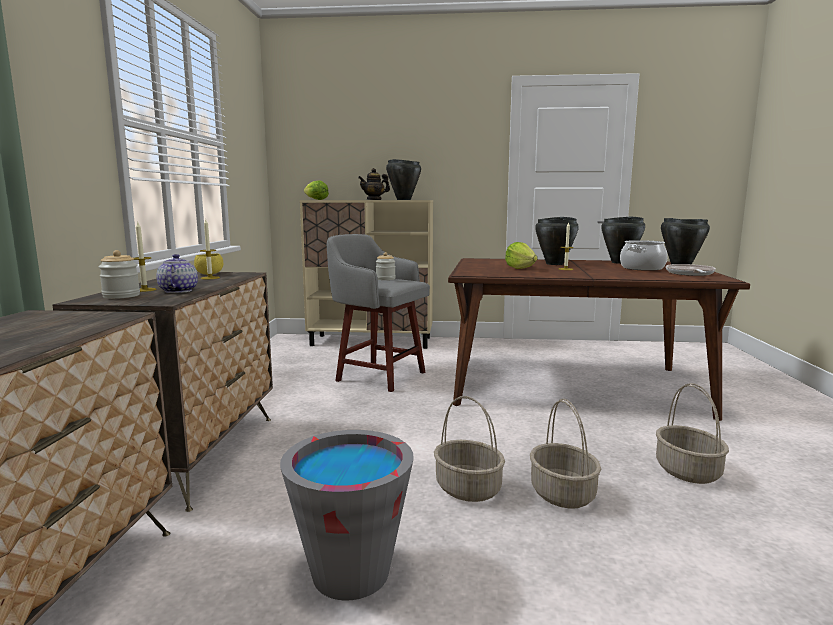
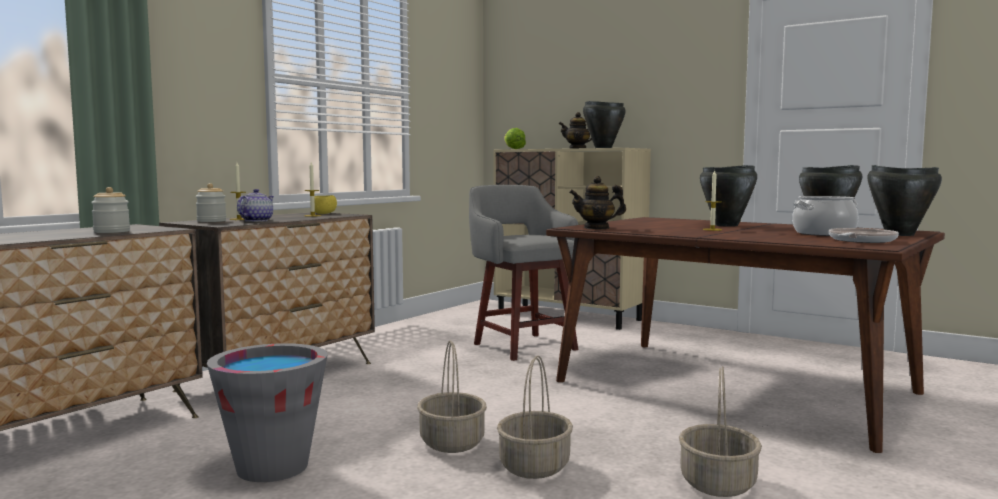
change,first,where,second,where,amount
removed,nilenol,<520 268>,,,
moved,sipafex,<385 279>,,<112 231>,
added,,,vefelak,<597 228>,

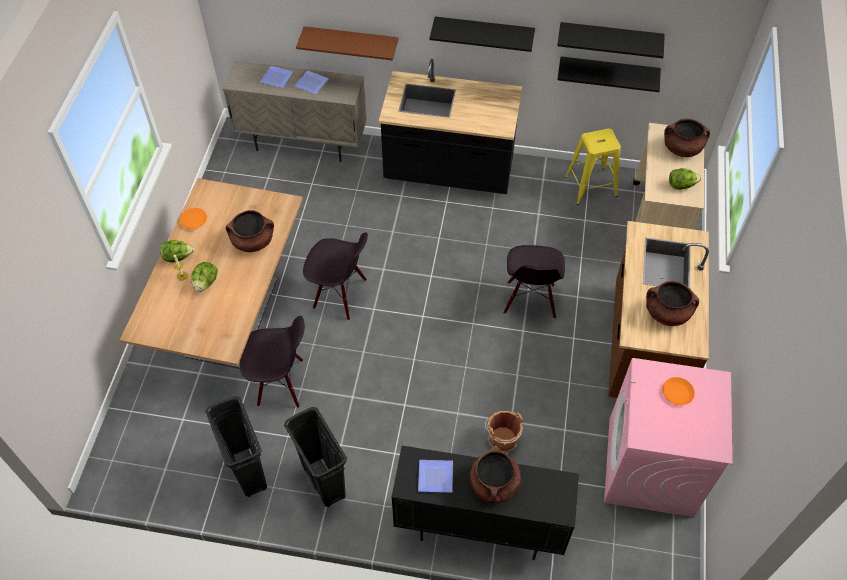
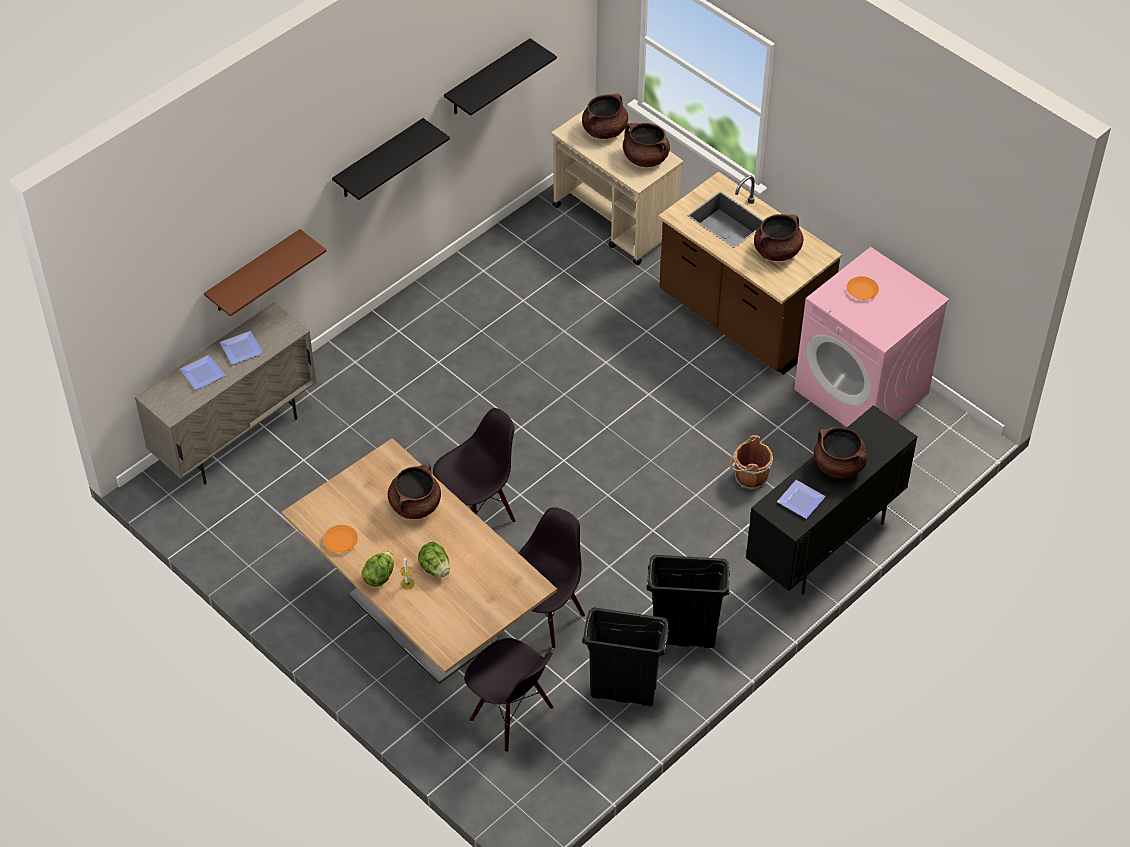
change,first,where,second,where,amount
removed,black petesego,<608 72>,,,
removed,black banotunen,<449 171>,,,
removed,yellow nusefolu,<590 186>,,,
replaced,nilenol,<681 185>,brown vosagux,<645 158>,
moved,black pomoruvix,<530 300>,,<511 715>,

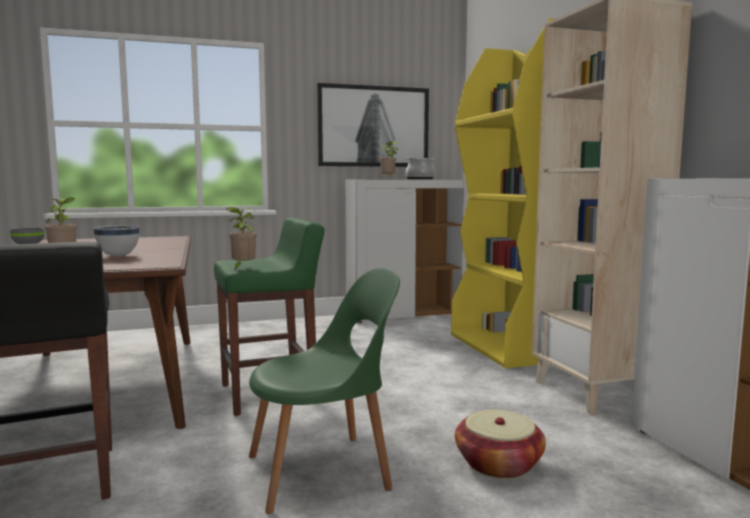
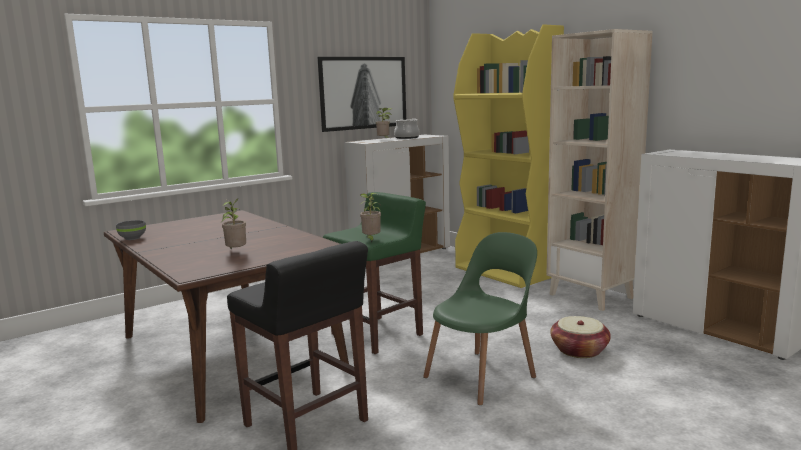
change,first,where,second,where,amount
removed,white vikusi,<118 256>,,,

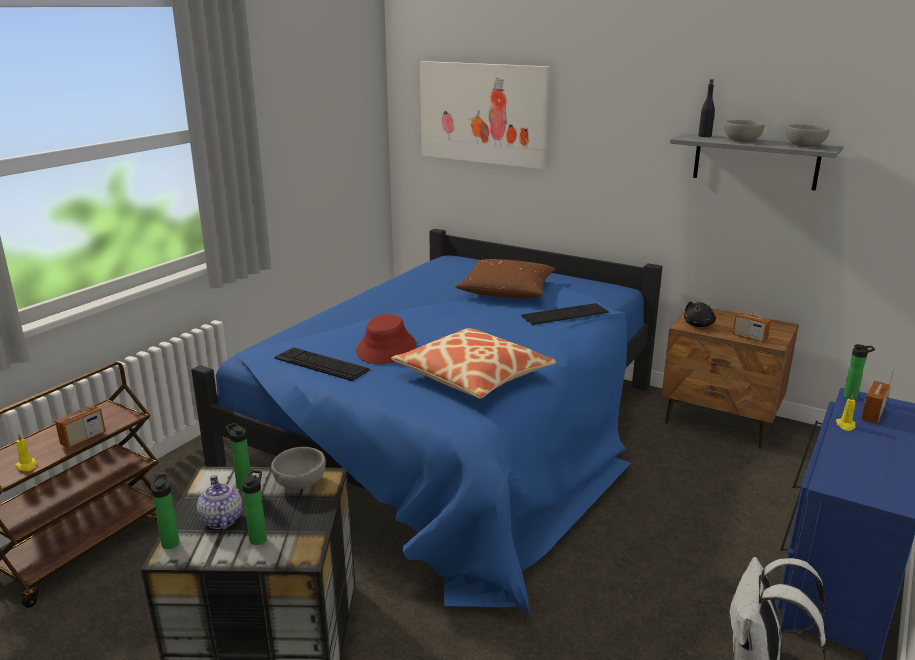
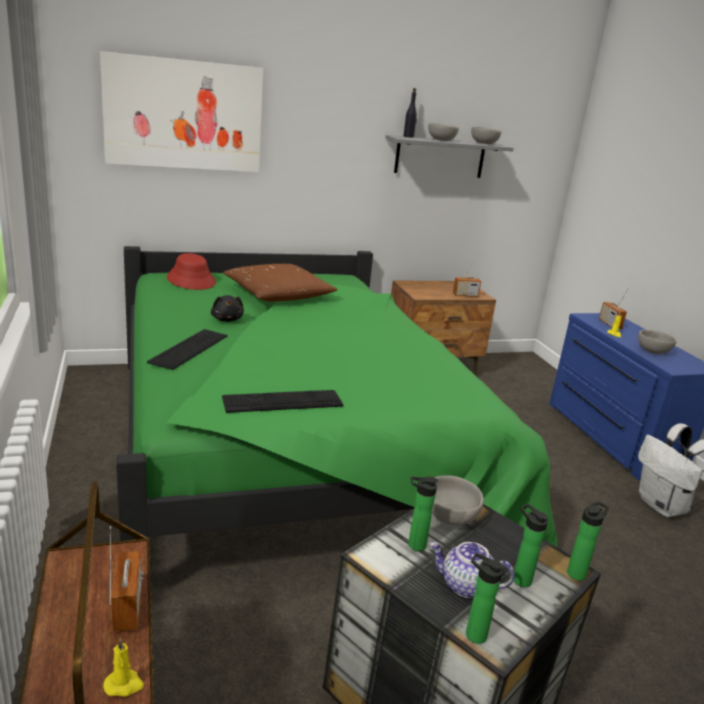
change,first,where,second,where,amount
recoloured,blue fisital,<458 437>,green fisital,<295 446>,
moved,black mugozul,<699 325>,,<227 319>,
moved,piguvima,<565 314>,,<189 349>,
moved,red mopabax,<386 348>,,<191 280>,
removed,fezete,<473 376>,,,
moved,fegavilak,<852 397>,,<578 573>,
added,,,grey vikusi,<652 351>,

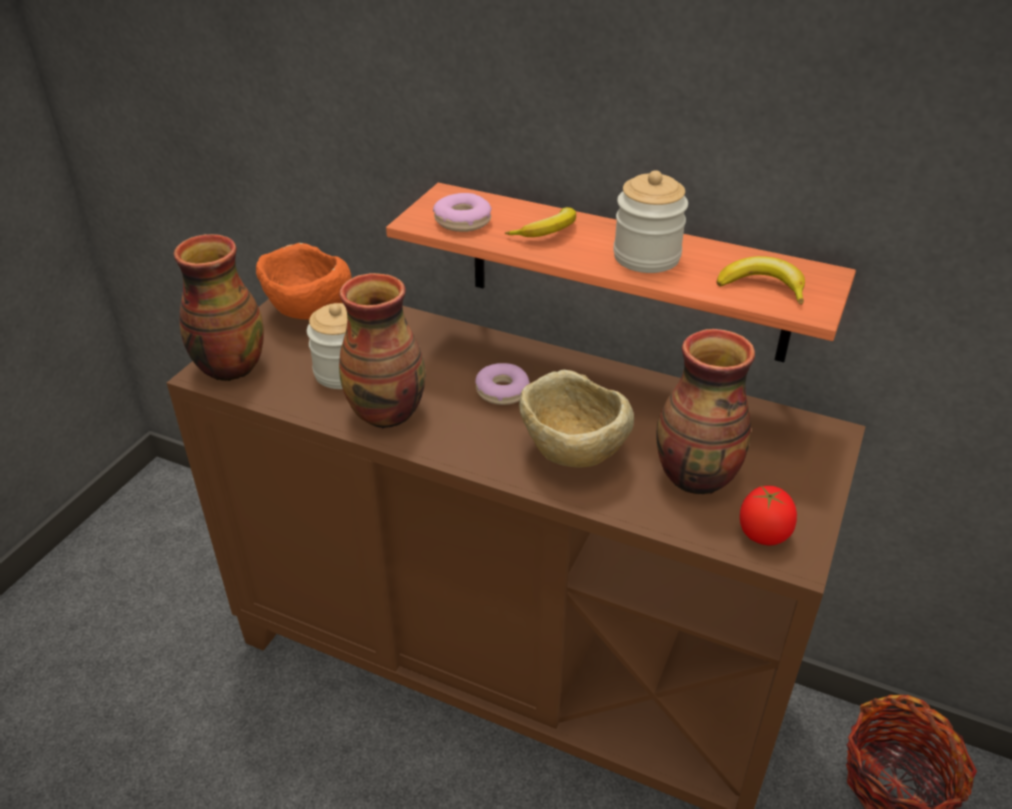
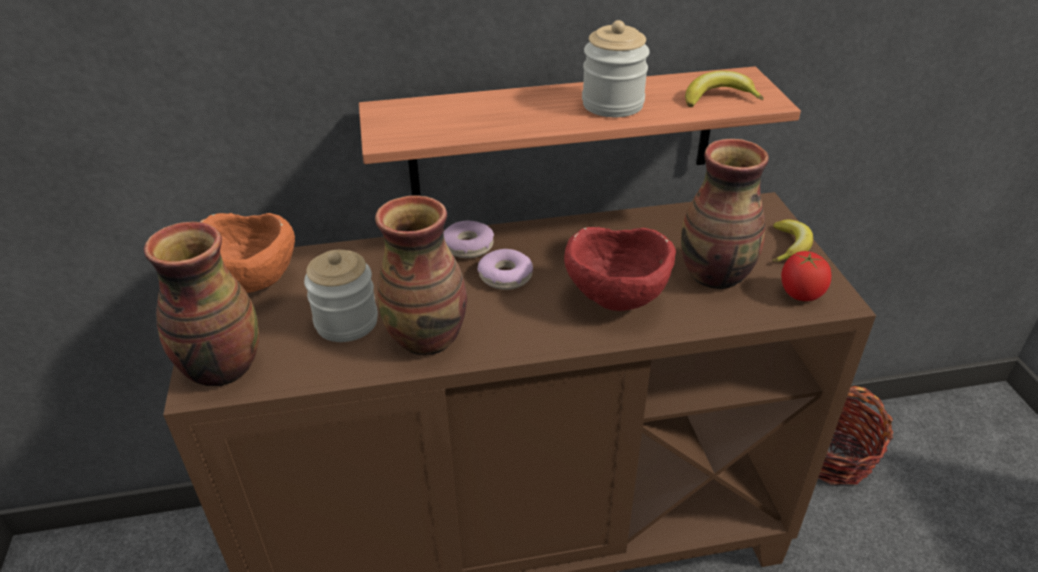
change,first,where,second,where,amount
moved,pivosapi,<462 221>,,<468 246>,
moved,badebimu,<548 232>,,<789 246>,
recoloured,beige vikusi,<572 456>,red vikusi,<615 301>,

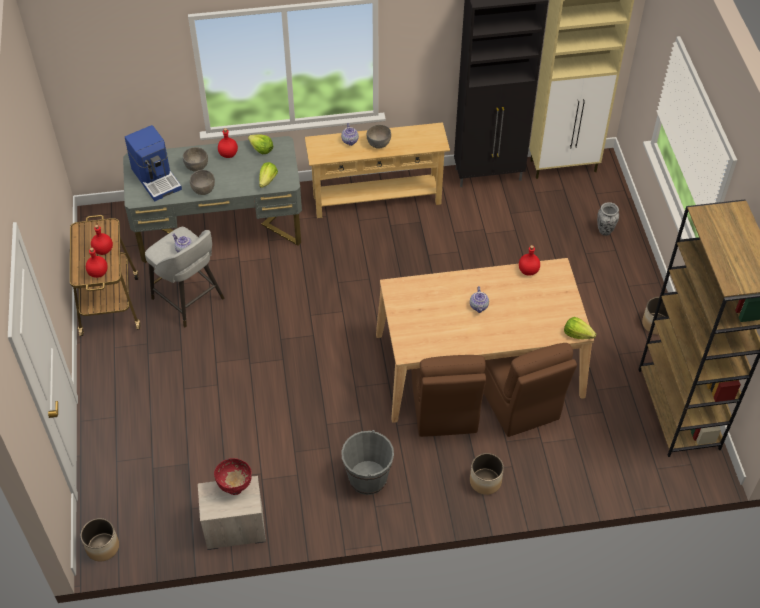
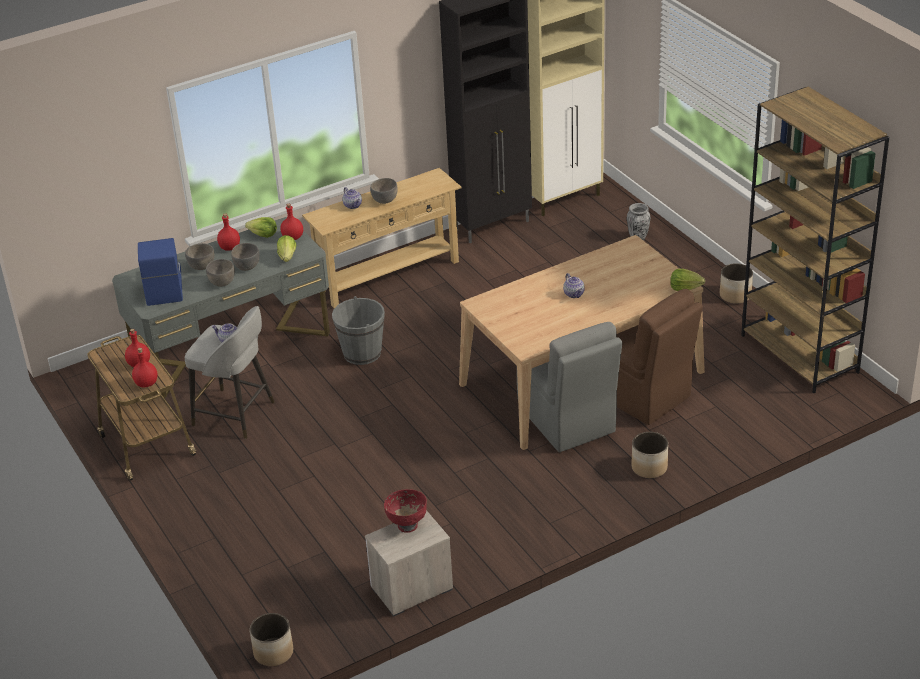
change,first,where,second,where,amount
turned,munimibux,<157 178>,,<163 287>,135 degrees counterclockwise
moved,red fegavilak,<528 270>,,<292 237>,
recoloured,brown pomoruvix,<444 406>,grey pomoruvix,<567 420>,
moved,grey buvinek,<368 478>,,<362 353>,
added,,,grey vikusi,<247 266>,

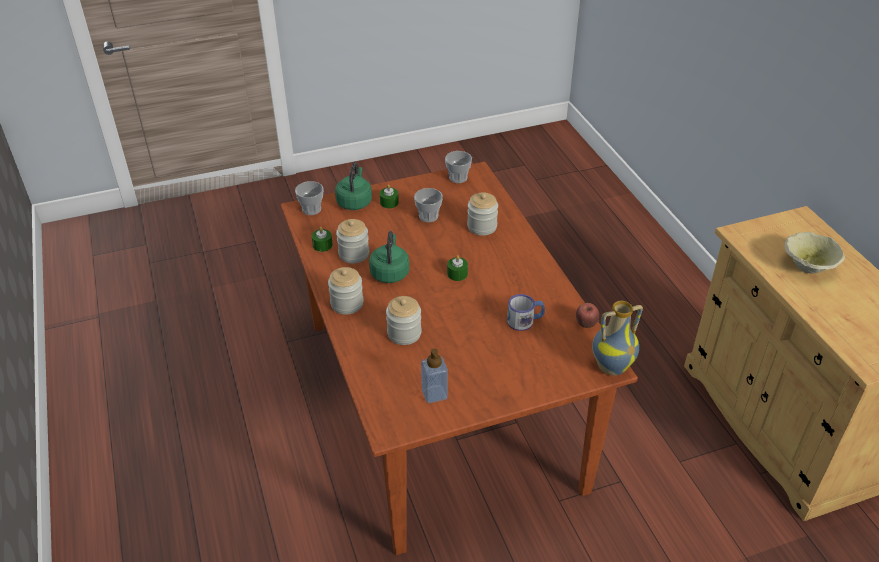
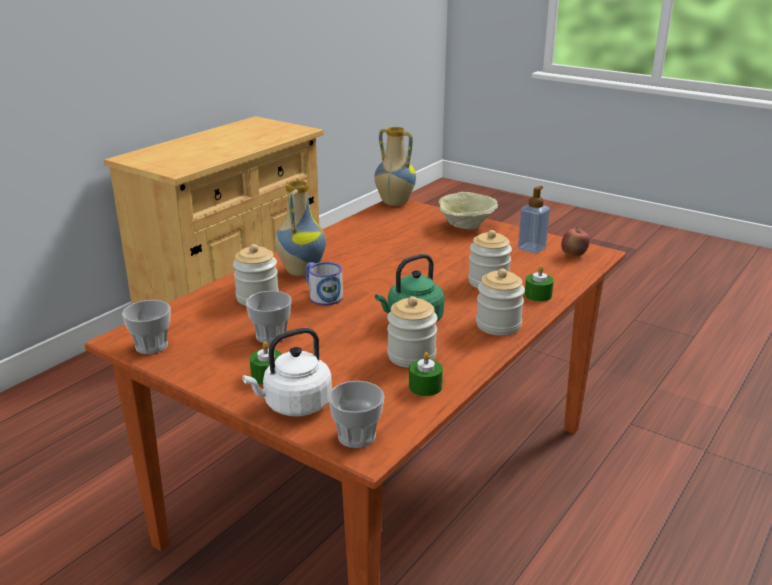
change,first,where,second,where,amount
recoloured,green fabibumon,<354 201>,white fabibumon,<294 405>,
moved,beige vikusi,<807 266>,,<466 226>,
moved,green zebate,<457 274>,,<538 295>,
moved,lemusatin,<525 321>,,<322 295>,
moved,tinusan,<586 324>,,<573 255>,
added,,,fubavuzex,<300 271>,

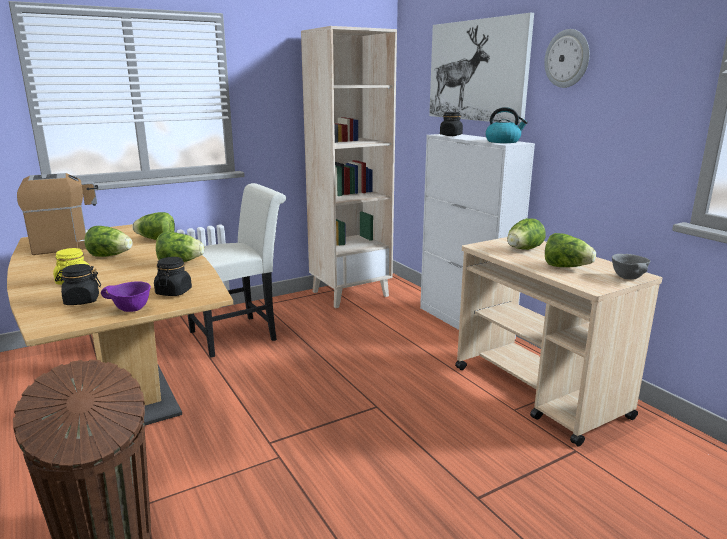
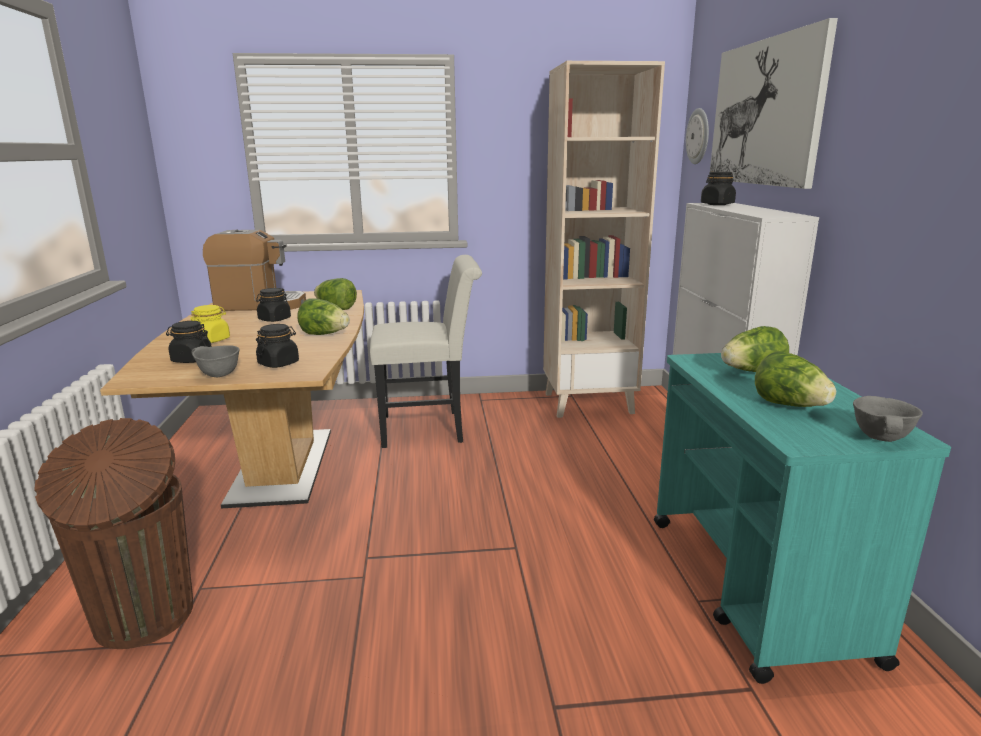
change,first,where,second,where,amount
moved,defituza,<567 58>,,<698 136>,
removed,fabibumon,<503 141>,,,
replaced,nilenol,<110 256>,black sipafex,<274 319>,
recoloured,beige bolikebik,<539 392>,turquoise bolikebik,<755 587>,
recoloured,purple vikusi,<130 309>,grey vikusi,<218 375>,

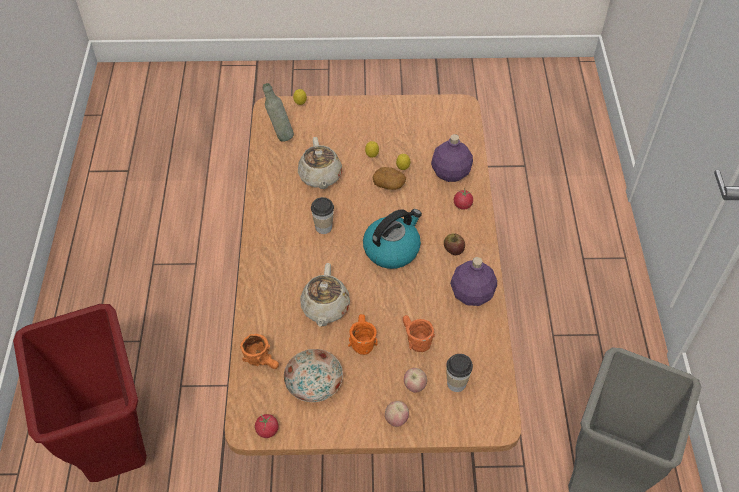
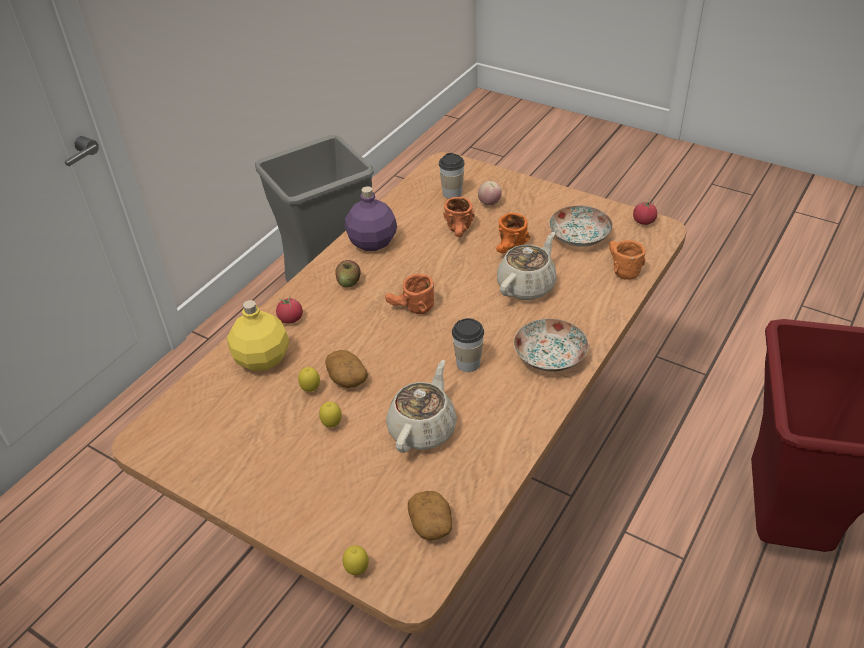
change,first,where,second,where,amount
replaced,grey fegavilak,<280 135>,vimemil,<431 524>,
recoloured,purple fegavilak,<450 173>,yellow fegavilak,<263 359>,
replaced,fabibumon,<392 249>,orange lemusatin,<410 309>,
removed,tinusan,<396 419>,,,
added,,,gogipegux,<549 357>,

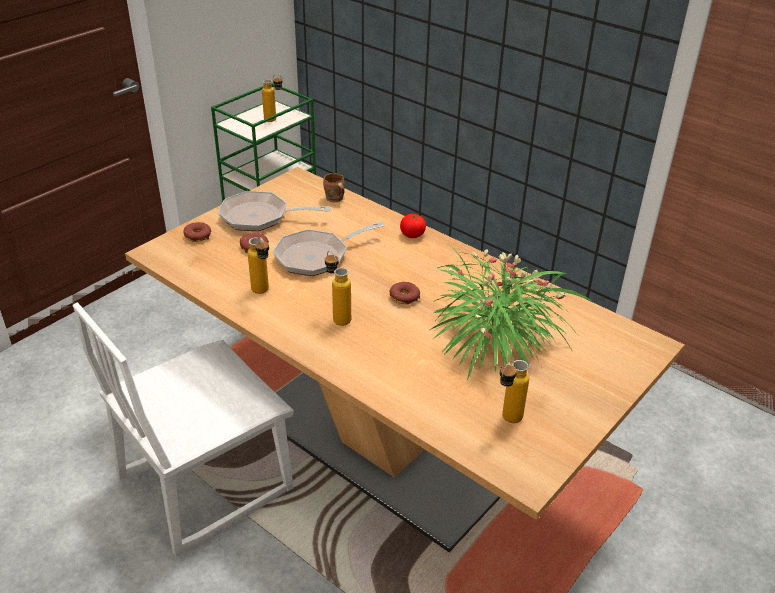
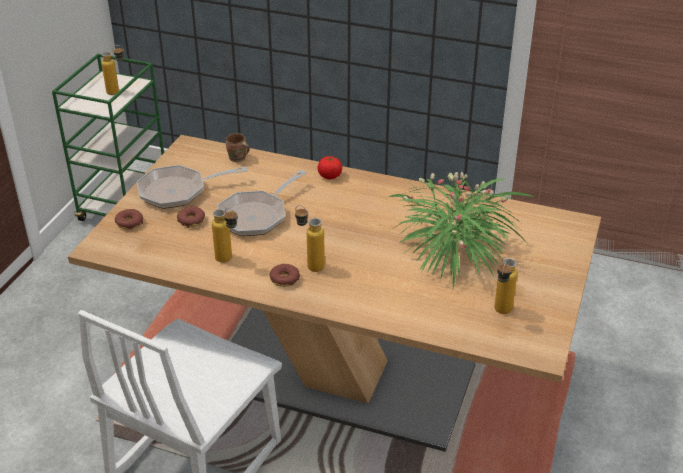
change,first,where,second,where,amount
moved,pivosapi,<404 297>,,<284 279>,

